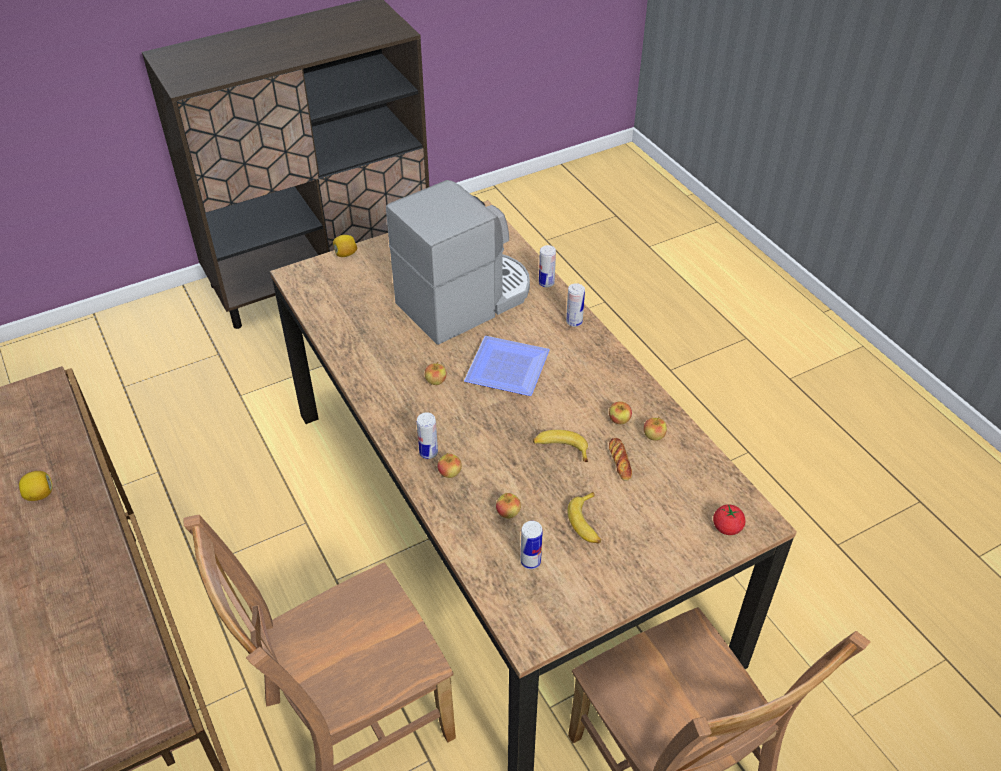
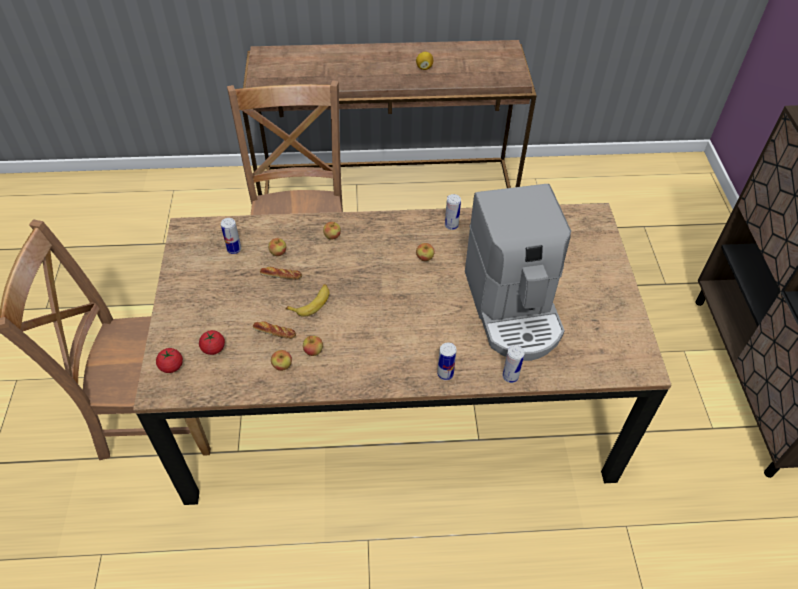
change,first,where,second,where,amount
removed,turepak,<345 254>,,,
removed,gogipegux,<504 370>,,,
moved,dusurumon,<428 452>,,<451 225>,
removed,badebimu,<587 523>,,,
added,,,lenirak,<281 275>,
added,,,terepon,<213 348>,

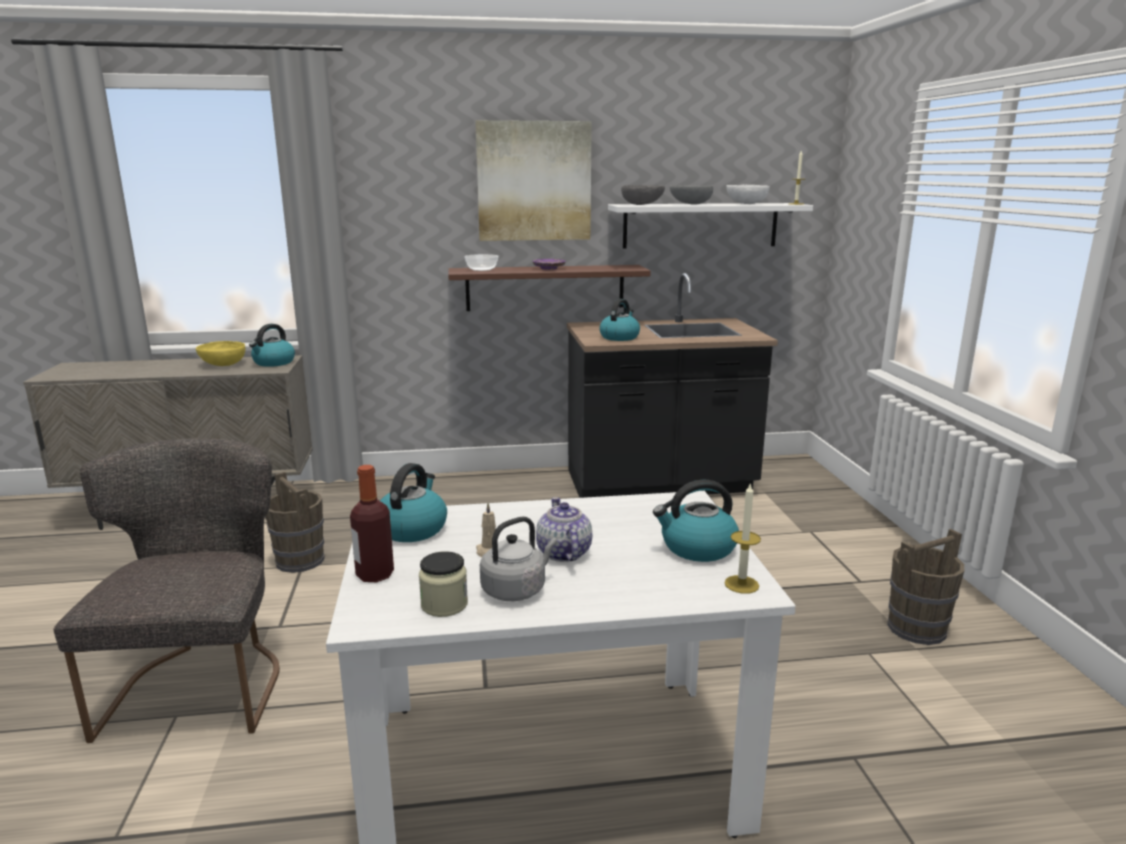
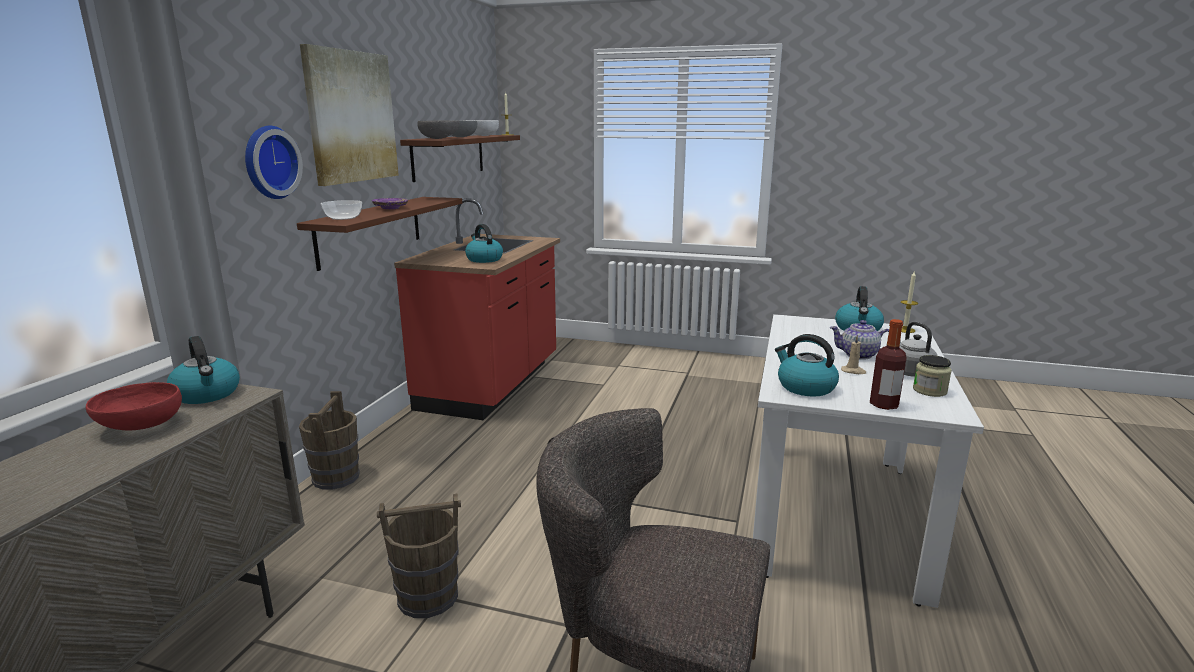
change,first,where,second,where,amount
recoloured,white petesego,<700 225>,brown petesego,<449 156>,
recoloured,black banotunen,<659 484>,red banotunen,<492 385>,
recoloured,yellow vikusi,<223 364>,red vikusi,<140 426>,
moved,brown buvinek,<917 628>,,<336 477>,
added,,,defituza,<268 162>,

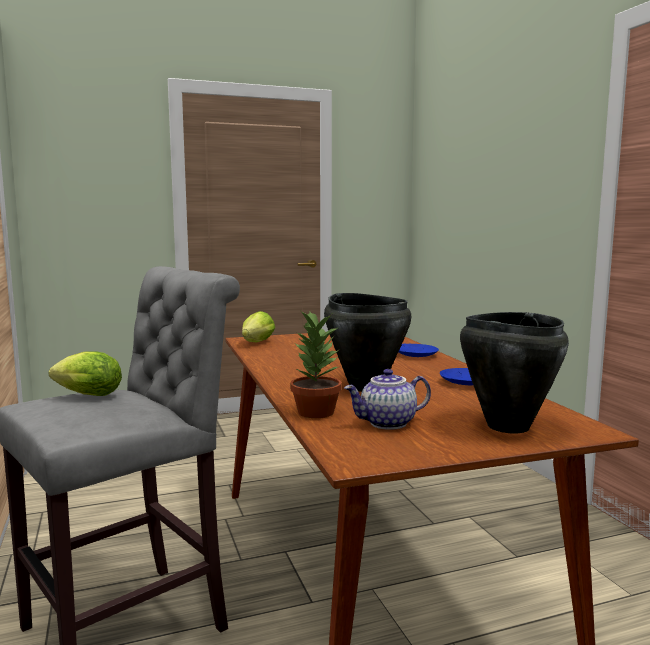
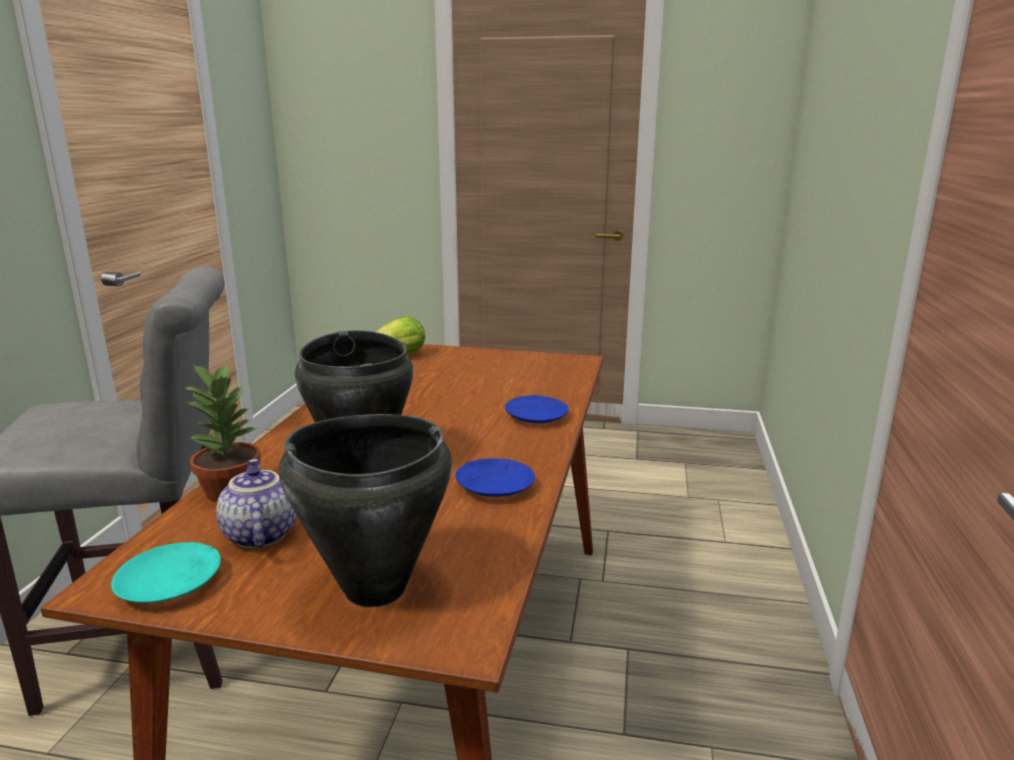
change,first,where,second,where,amount
removed,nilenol,<85 395>,,,
turned,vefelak,<388 423>,,<258 535>,60 degrees clockwise
added,,,turquoise gogipegux,<171 583>,

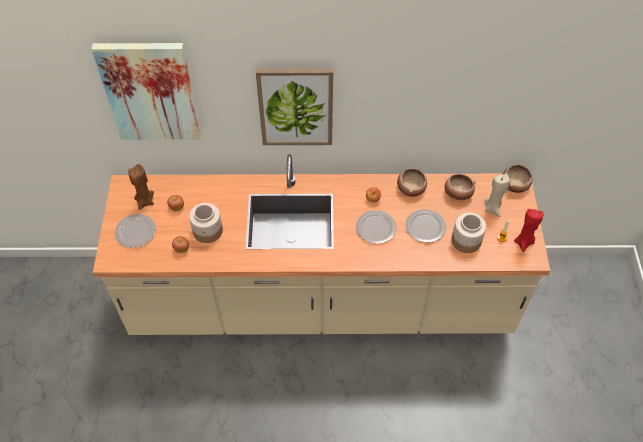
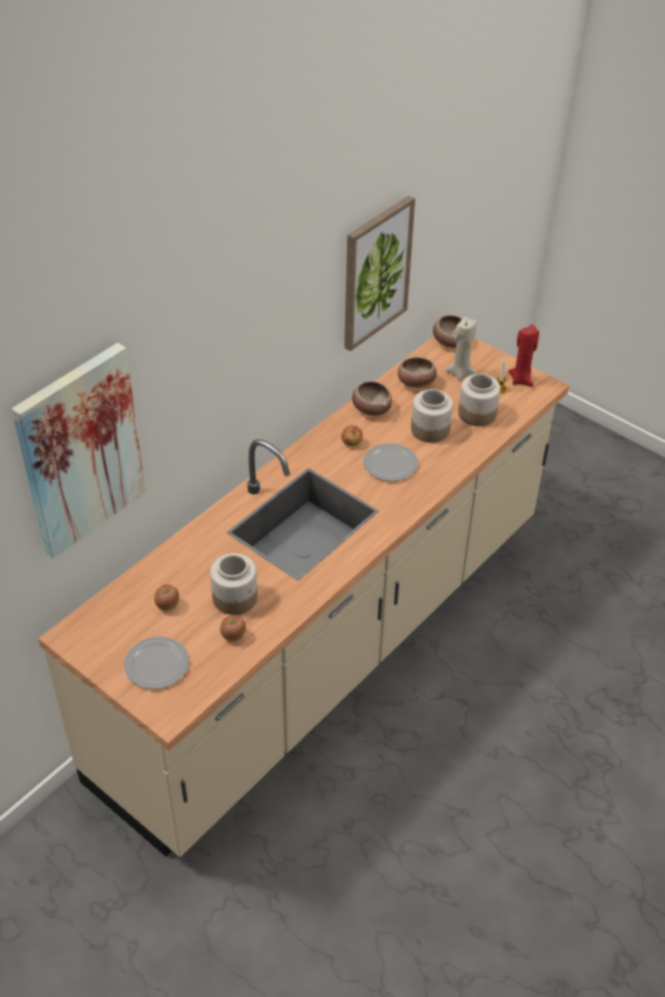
change,first,where,second,where,amount
moved,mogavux,<296 106>,,<375 273>,
removed,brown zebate,<145 201>,,,
replaced,gogipegux,<426 227>,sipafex,<430 430>,

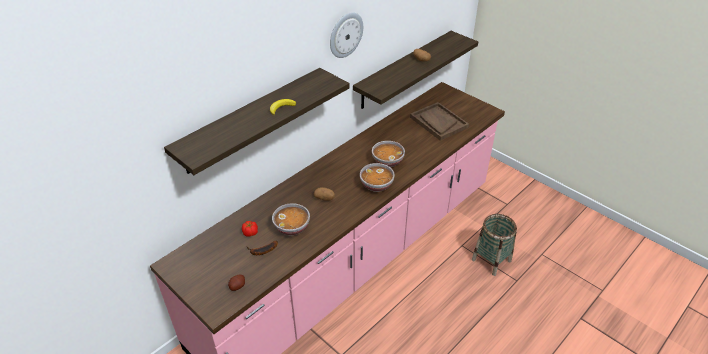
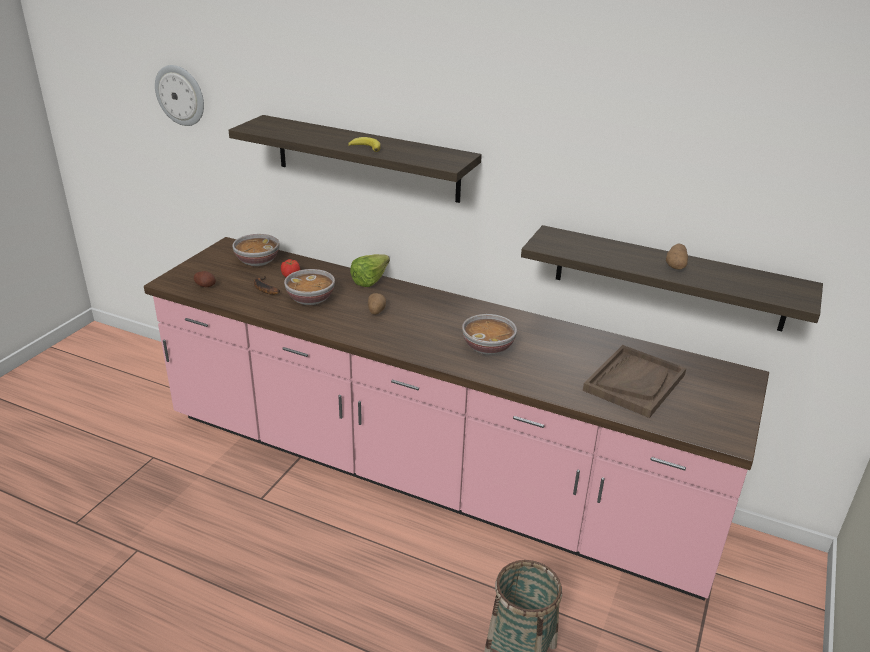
change,first,where,second,where,amount
moved,defituza,<345 35>,,<180 95>,
moved,vikusi,<376 185>,,<257 261>,
added,,,nilenol,<373 280>,

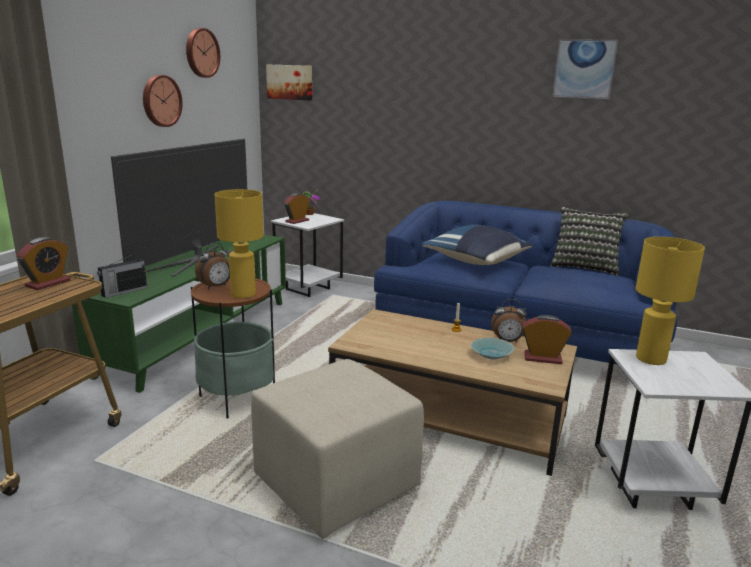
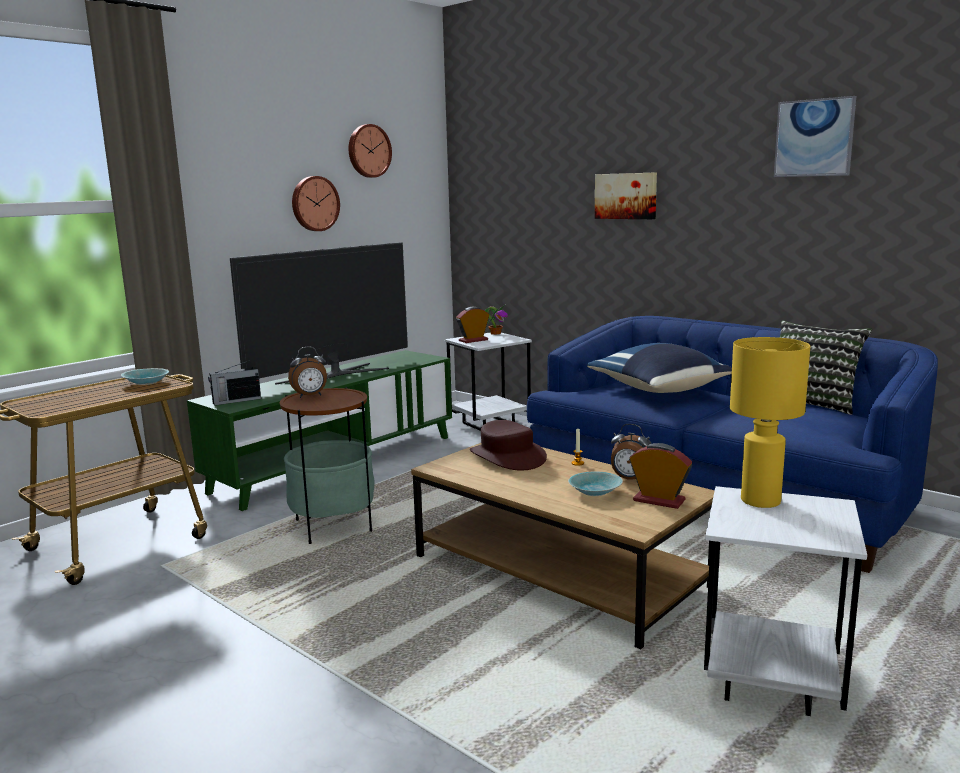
change,first,where,second,where,amount
moved,mogavux,<290 82>,,<626 196>,
removed,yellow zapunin,<243 294>,,,
replaced,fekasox,<48 283>,turquoise vikusi,<147 382>,
removed,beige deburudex,<337 483>,,,
added,,,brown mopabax,<507 457>,

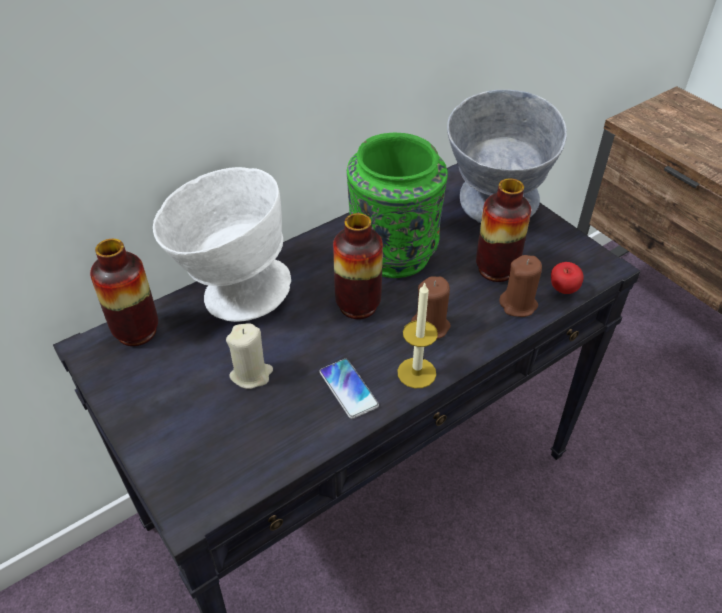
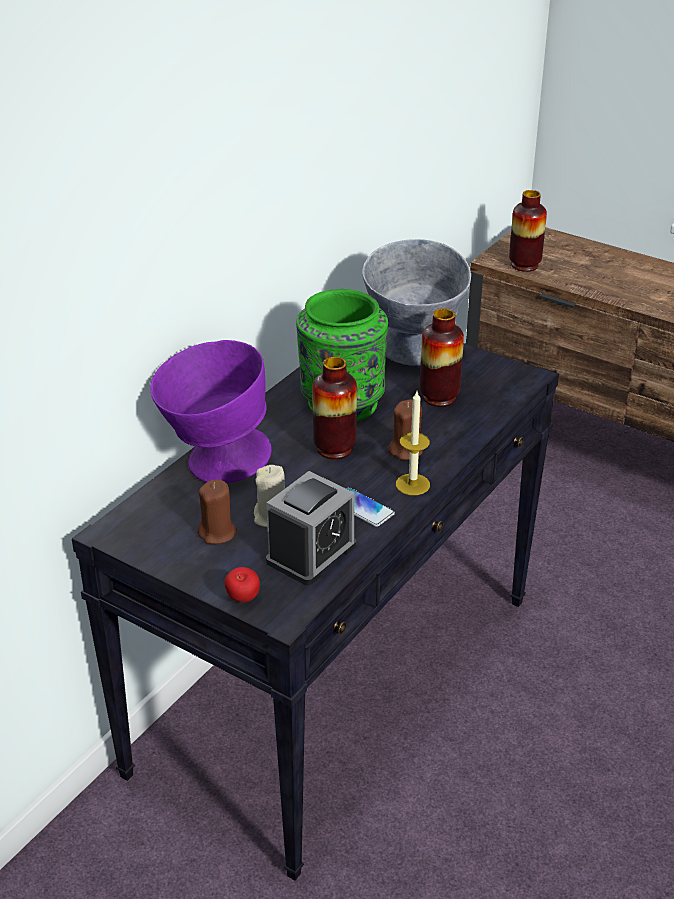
change,first,where,second,where,amount
recoloured,white vikusi,<231 292>,purple vikusi,<213 464>,
moved,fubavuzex,<136 331>,,<524 265>,
moved,brown zebate,<518 305>,,<217 533>,
moved,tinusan,<562 291>,,<242 599>,
added,,,fekasox,<311 553>,

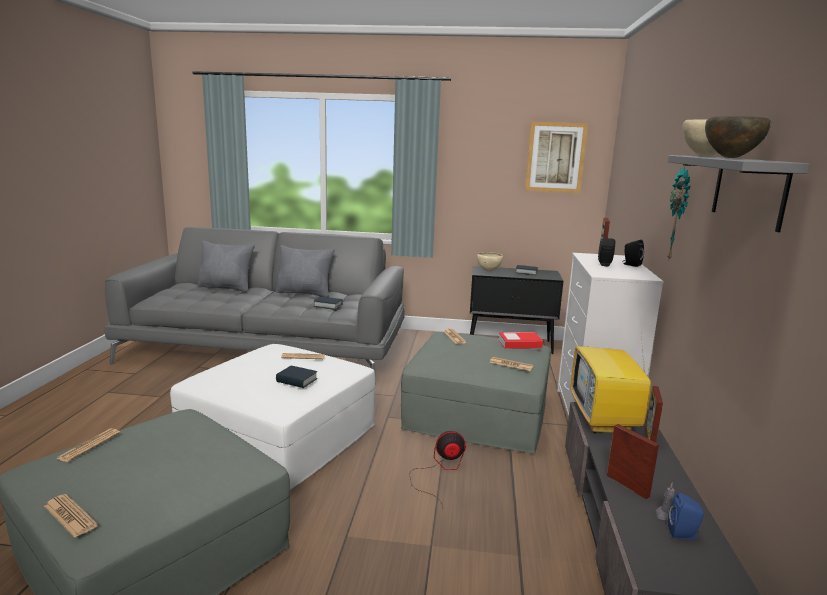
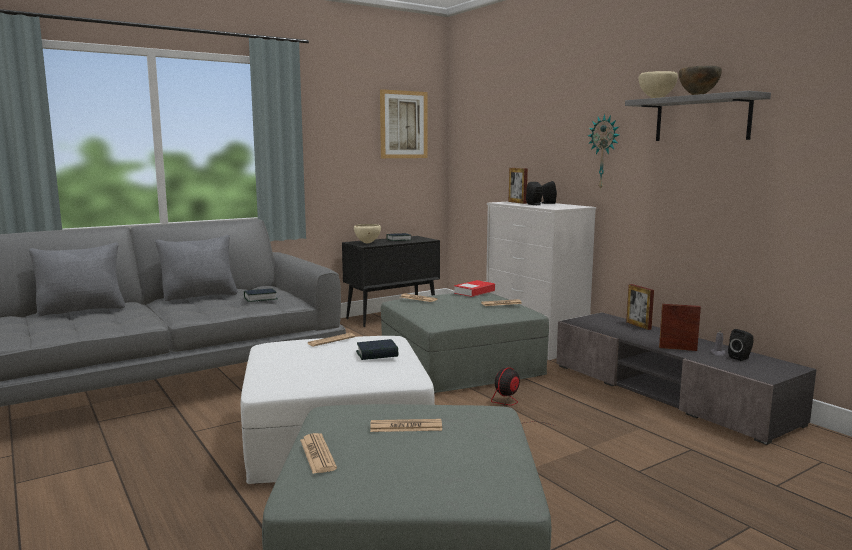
change,first,where,second,where,amount
removed,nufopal,<604 421>,,,
recoloured,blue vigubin,<684 534>,black vigubin,<741 358>,
moved,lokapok,<70 516>,,<406 427>,

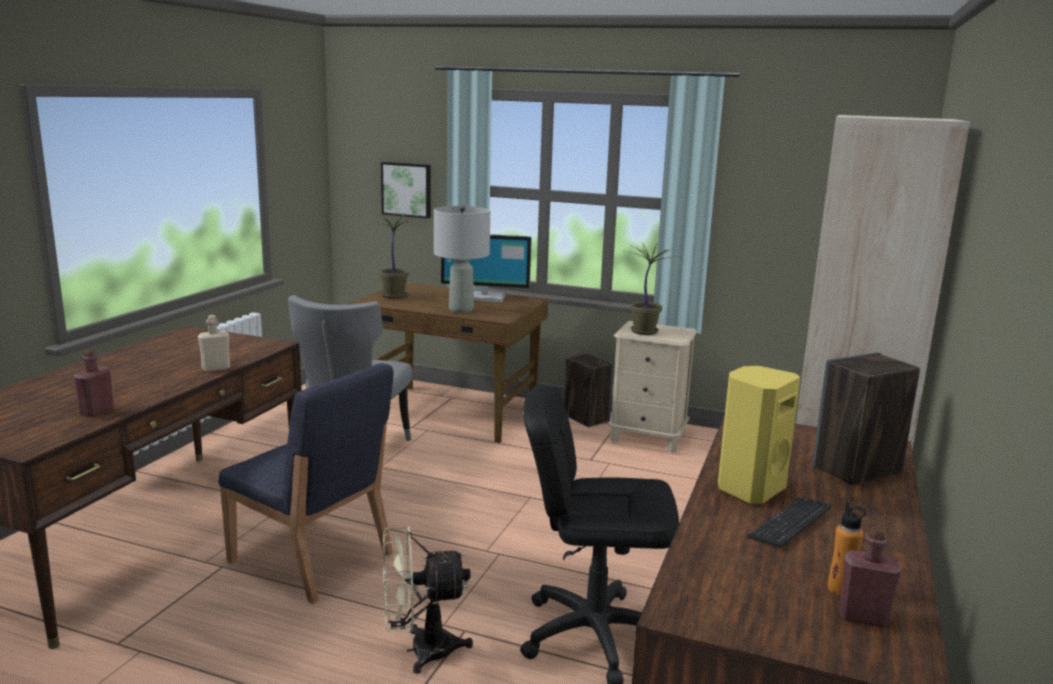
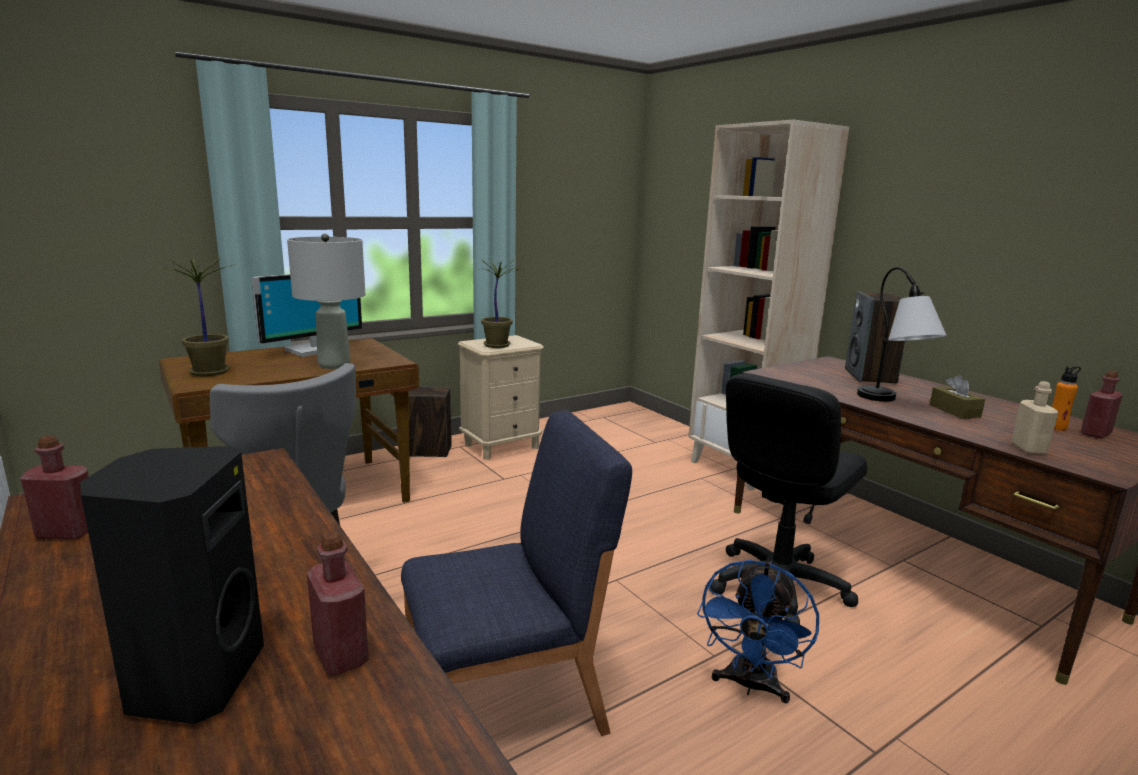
change,first,where,second,where,amount
removed,mogavux,<407 189>,,,
moved,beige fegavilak,<216 368>,,<1028 449>,
replaced,yellow vigubin,<749 489>,zapunin,<891 403>,
replaced,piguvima,<790 524>,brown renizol,<954 411>,
recoloured,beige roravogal,<420 650>,blue roravogal,<750 686>,
added,,,red fegavilak,<66 533>,
added,,,black vigubin,<192 680>,

